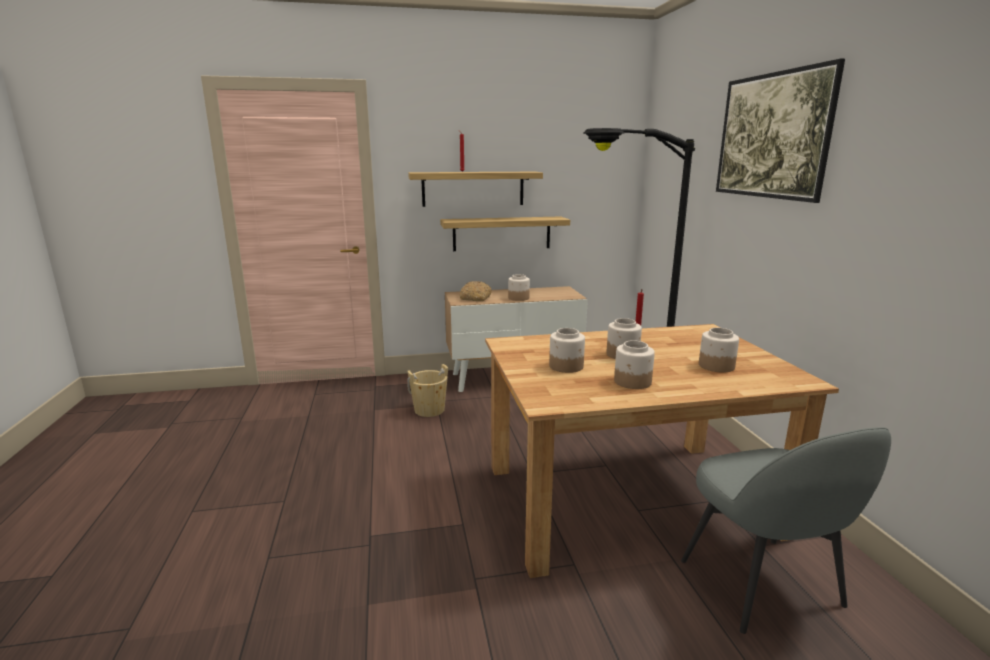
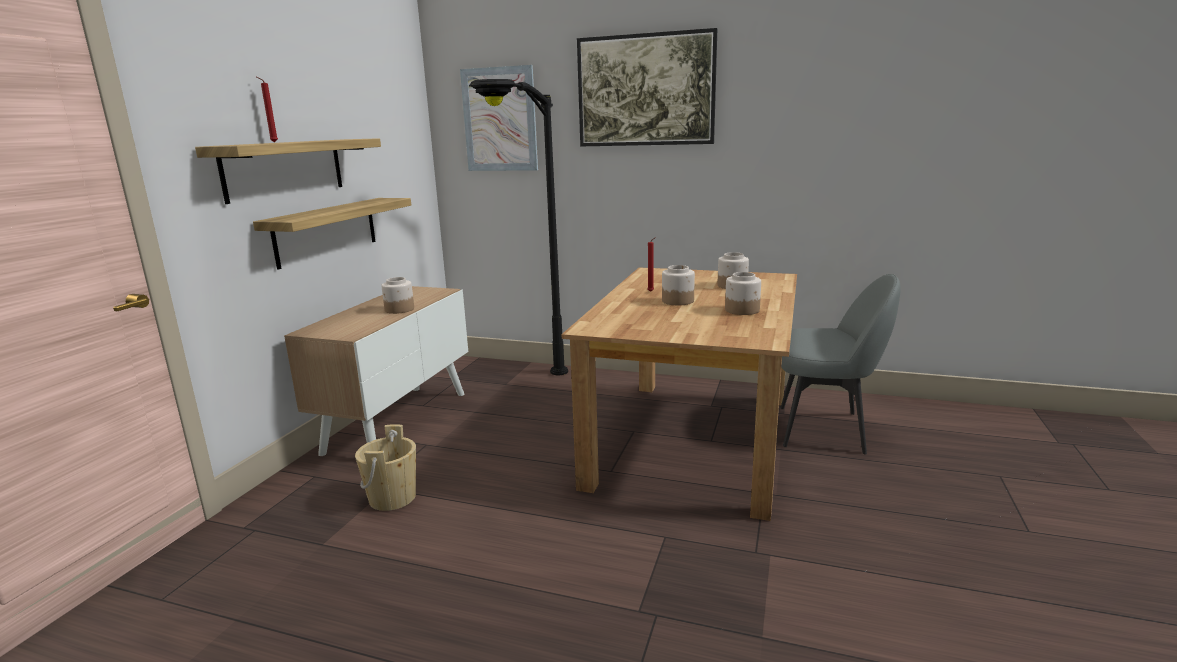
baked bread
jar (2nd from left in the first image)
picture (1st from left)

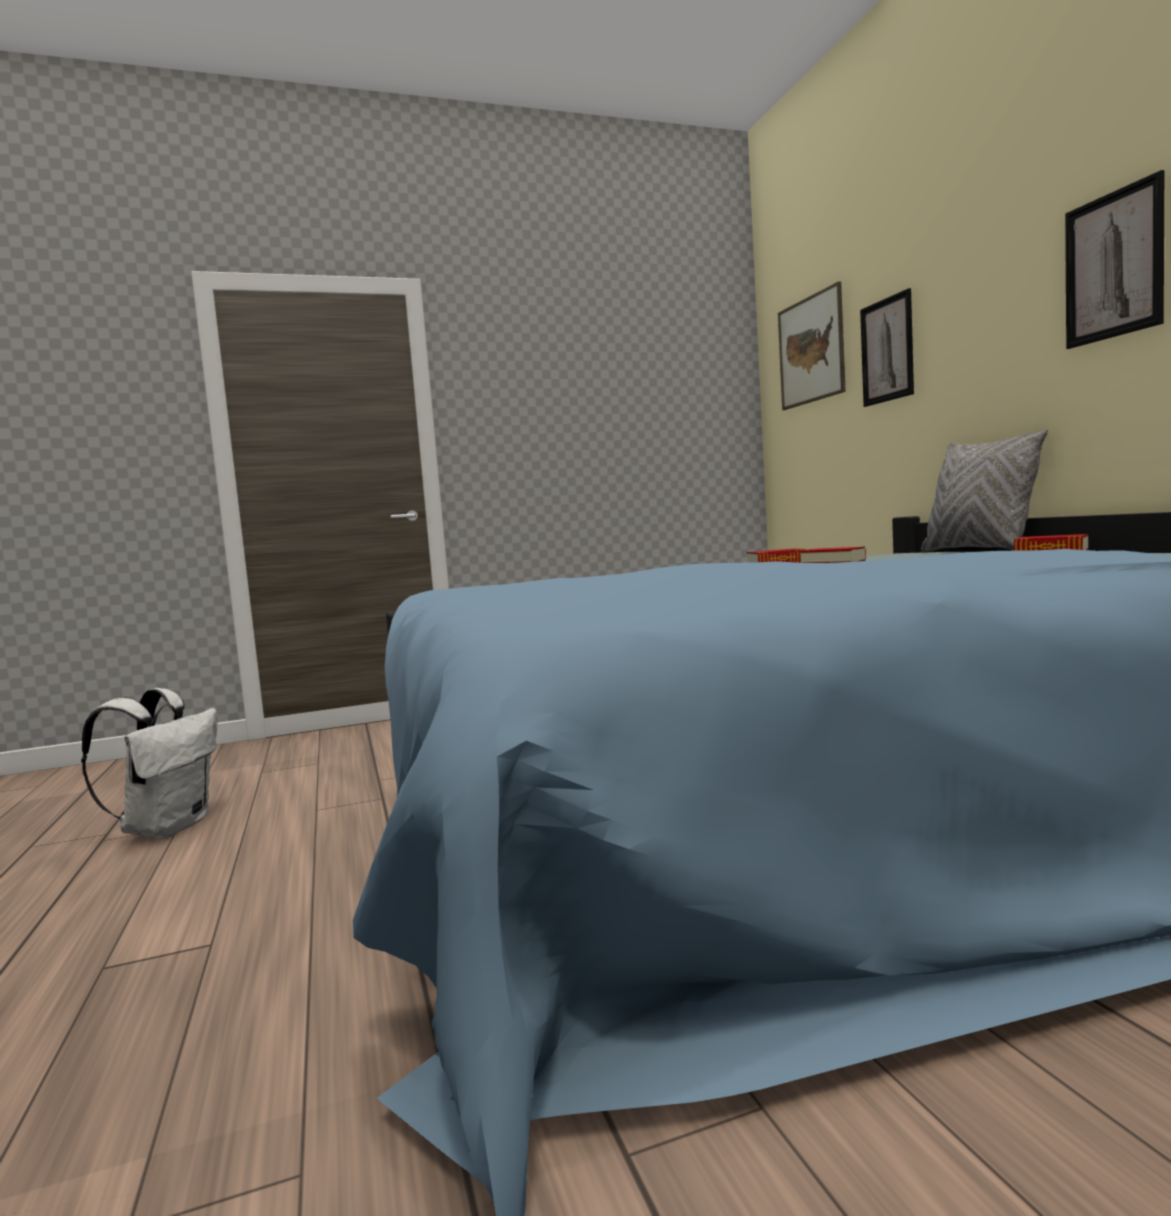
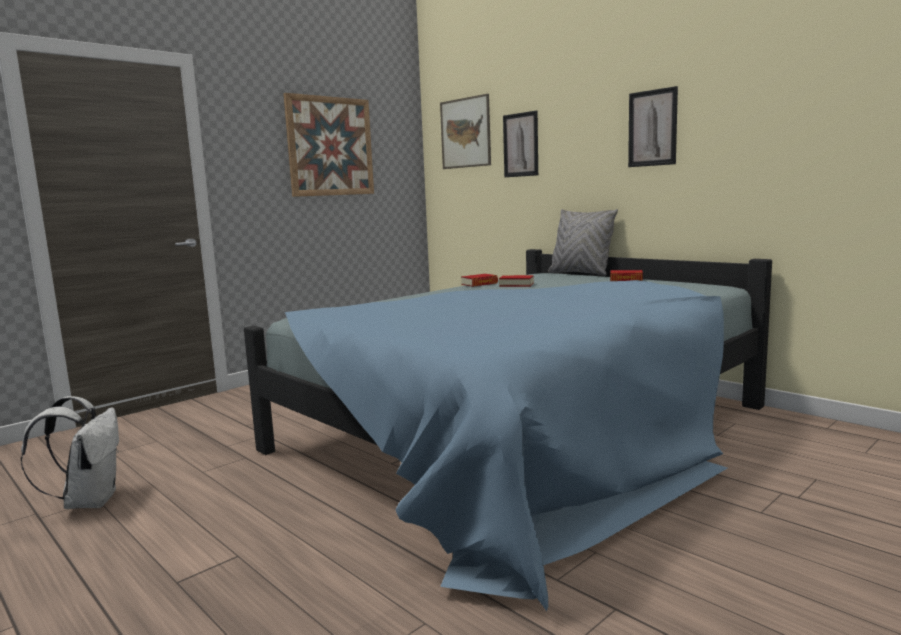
picture (1st from left)

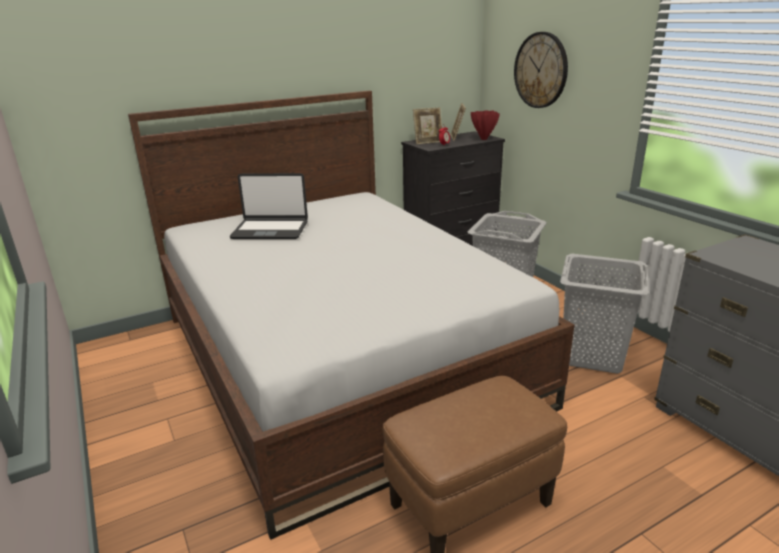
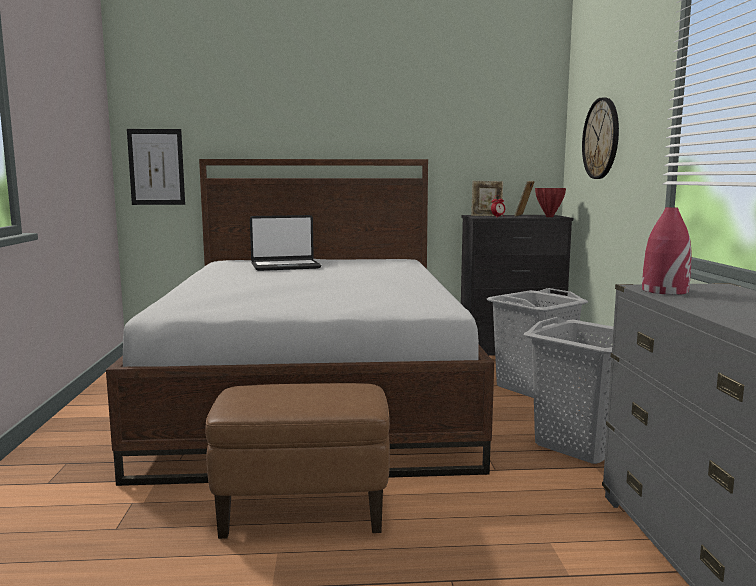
notebook computer
picture
vase in red-coloured (2nd from left)

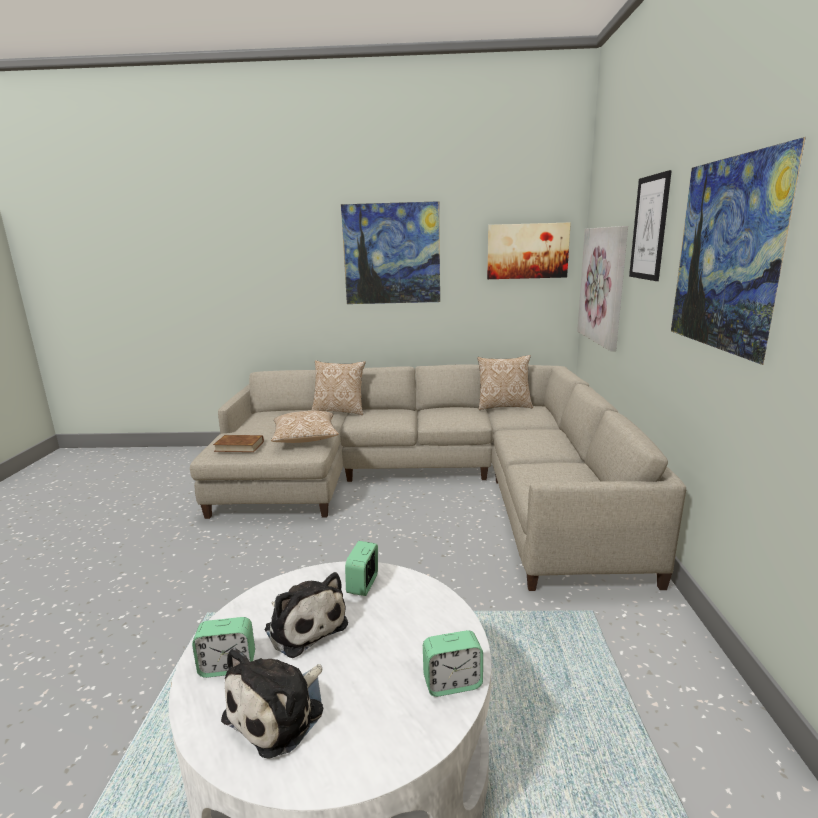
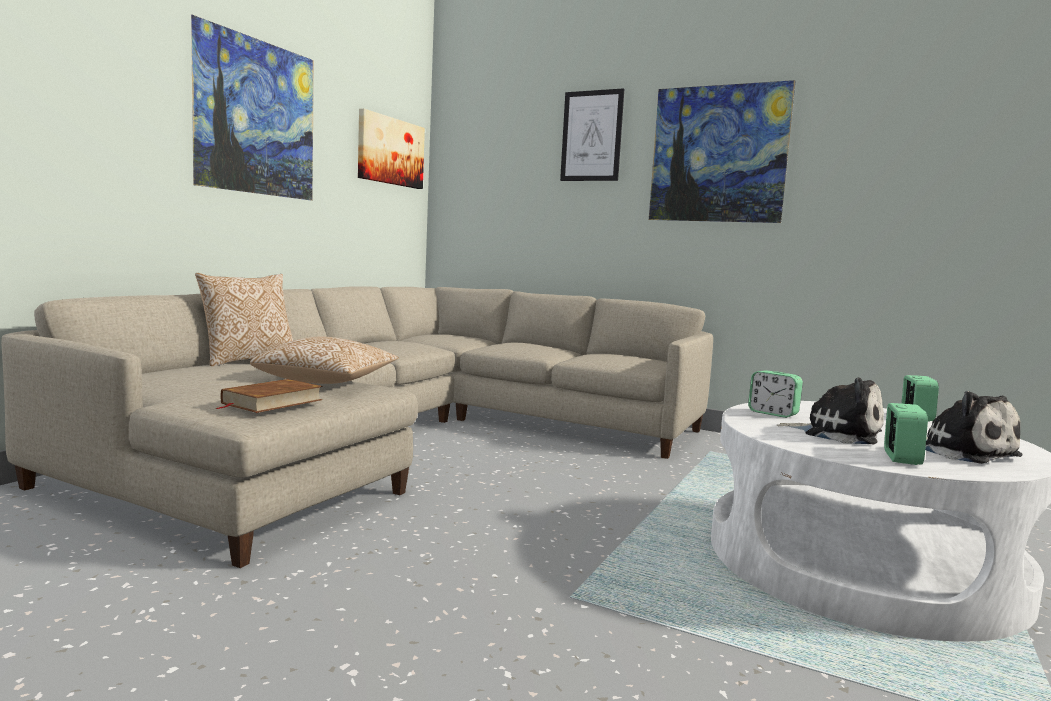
picture (3rd from left in the first image)
cushion (3rd from left in the first image)
soft toy (1st from left)

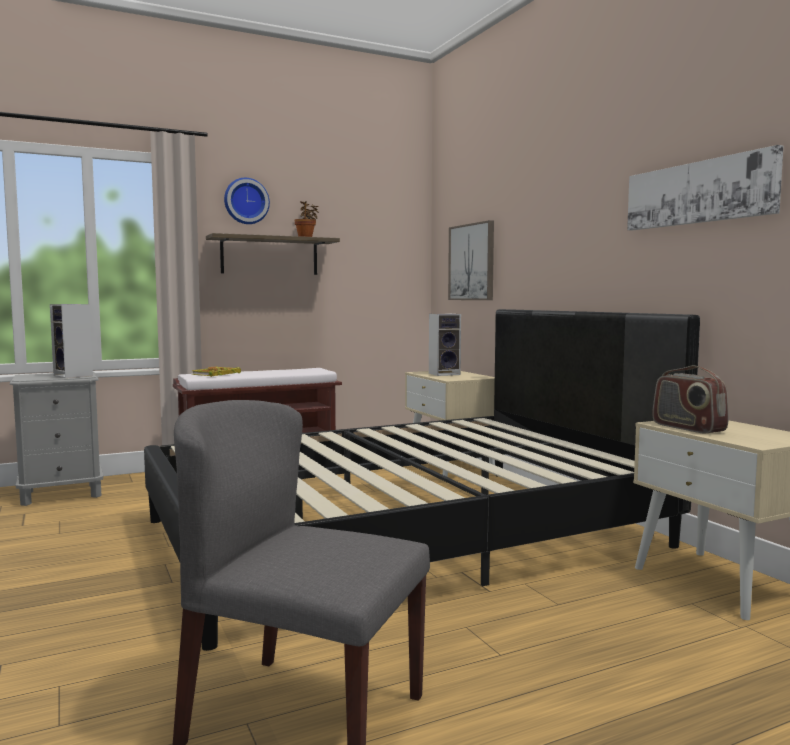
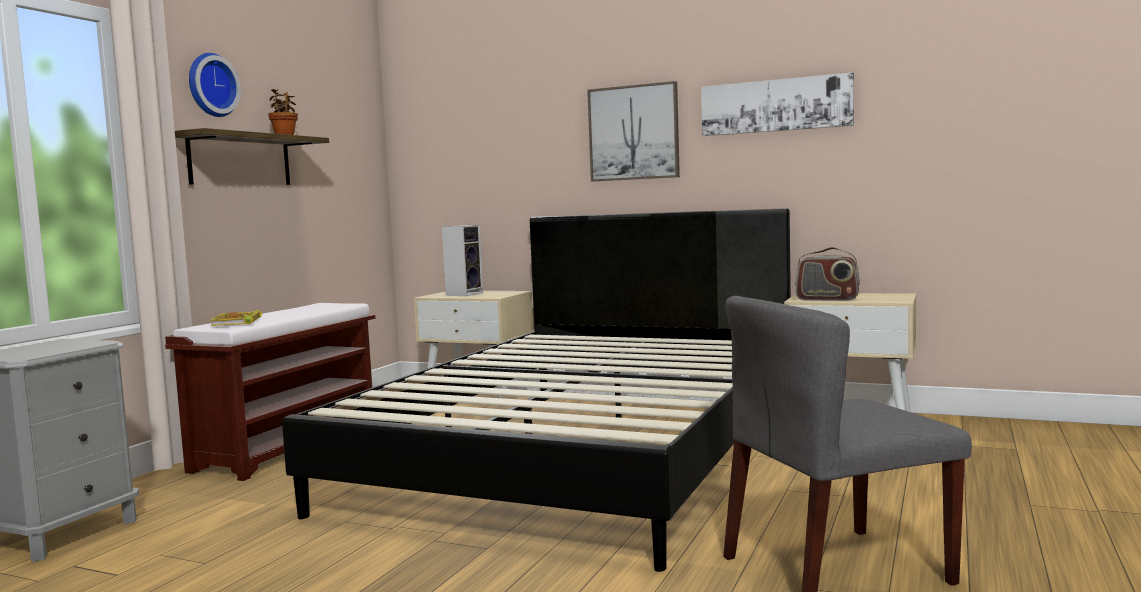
picture (1st from left)
speaker (1st from left in the first image)

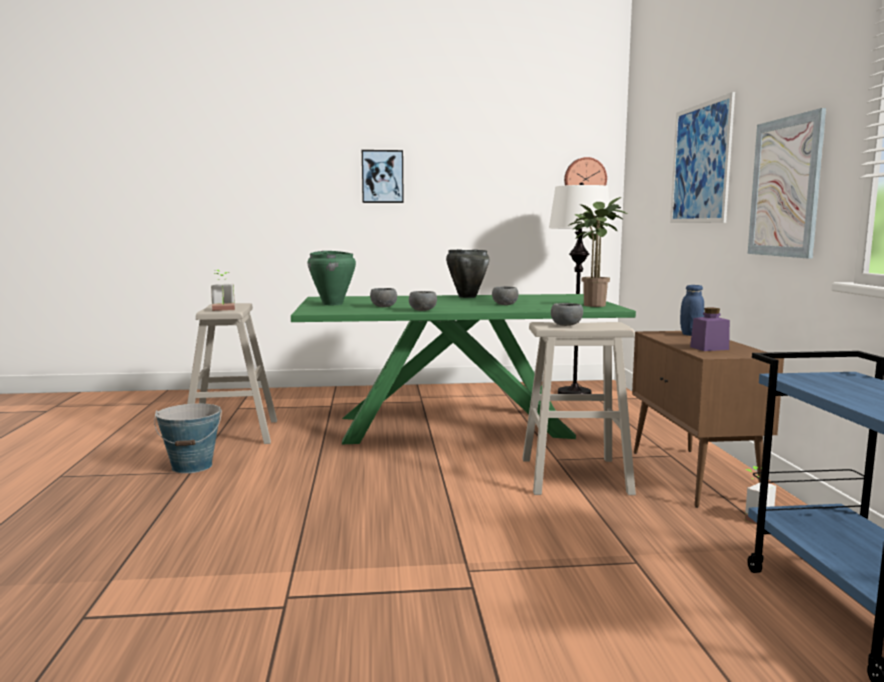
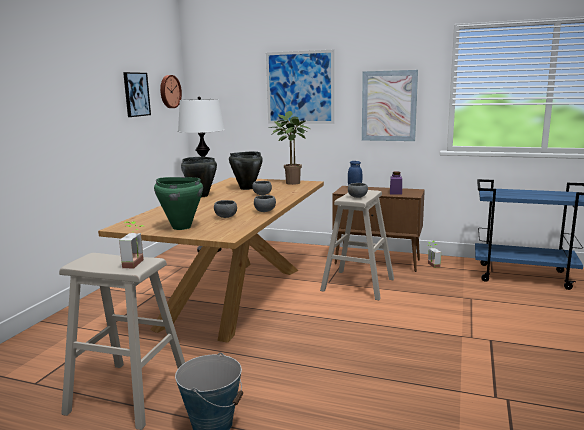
picture (1st from left)
dining table in brownish
stockpot in black (2nd from left)

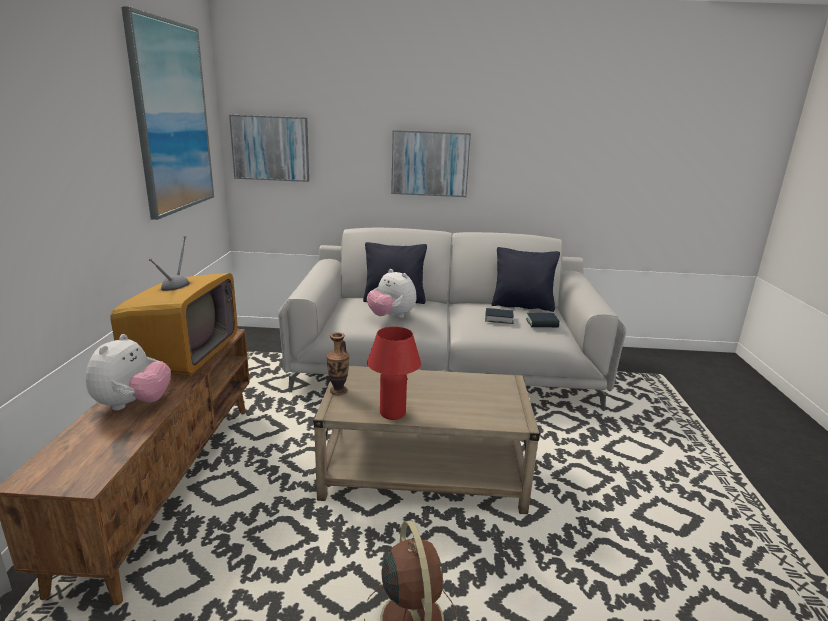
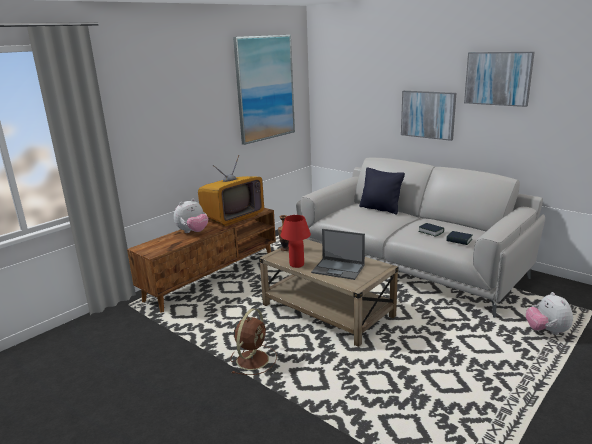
picture (3rd from left)
cushion in black (2nd from left in the first image)
soft toy (2nd from left)
notebook computer

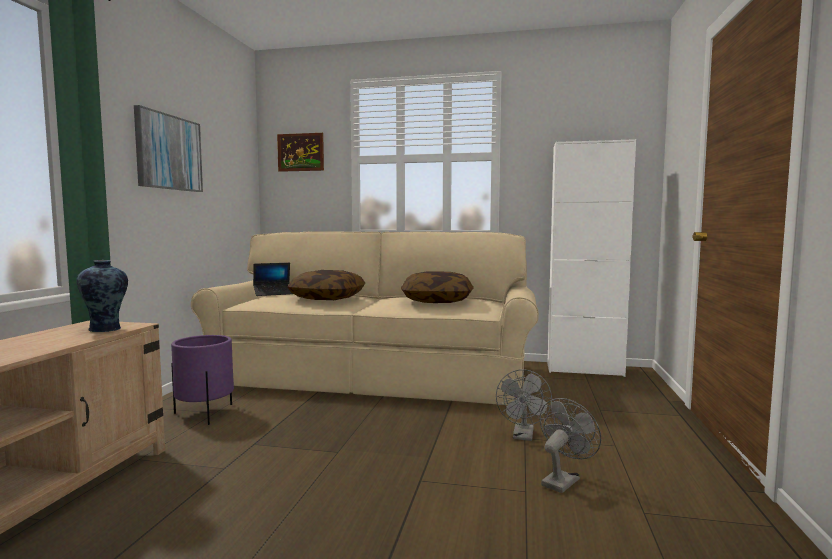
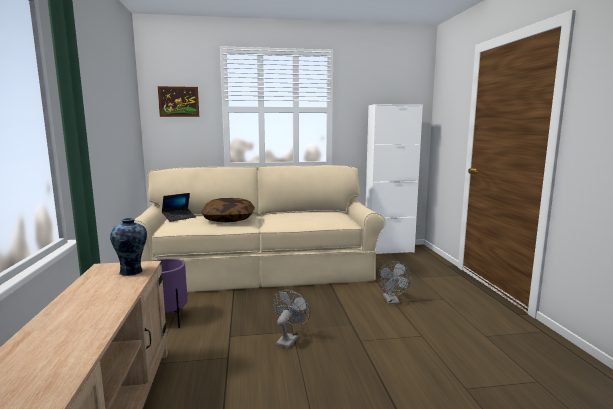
picture (1st from left in the first image)
cushion (2nd from left in the first image)
fan in greyish (1st from left)

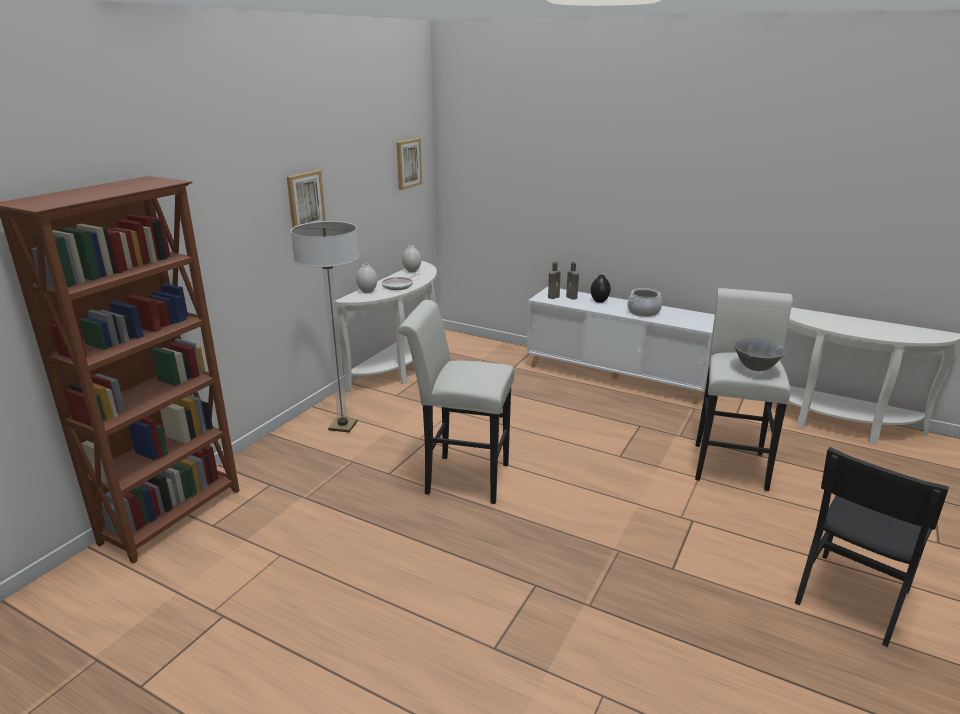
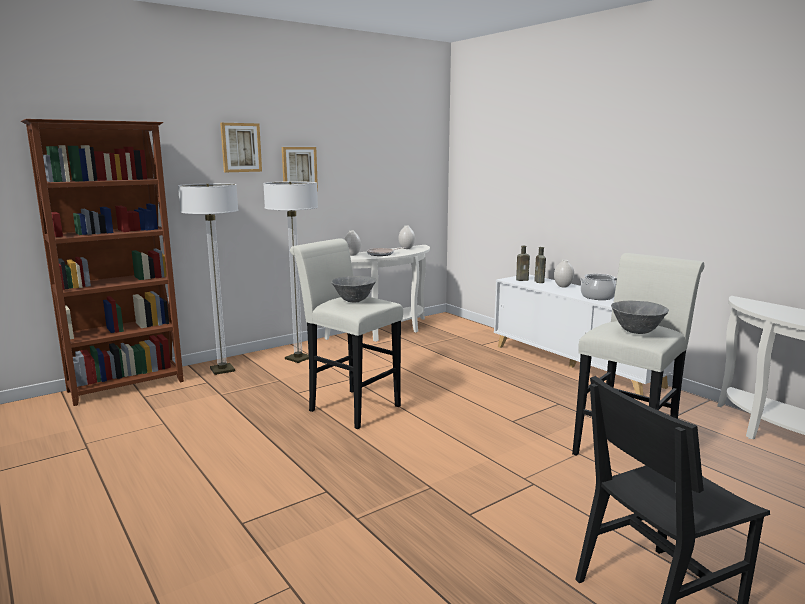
picture (1st from left)
vase in white-coloured (3rd from left)
standing lamp (1st from left)
bowl in greyish (1st from left)

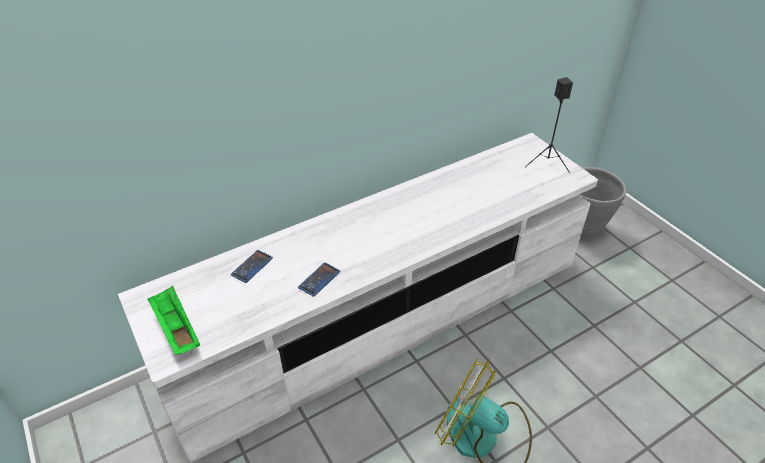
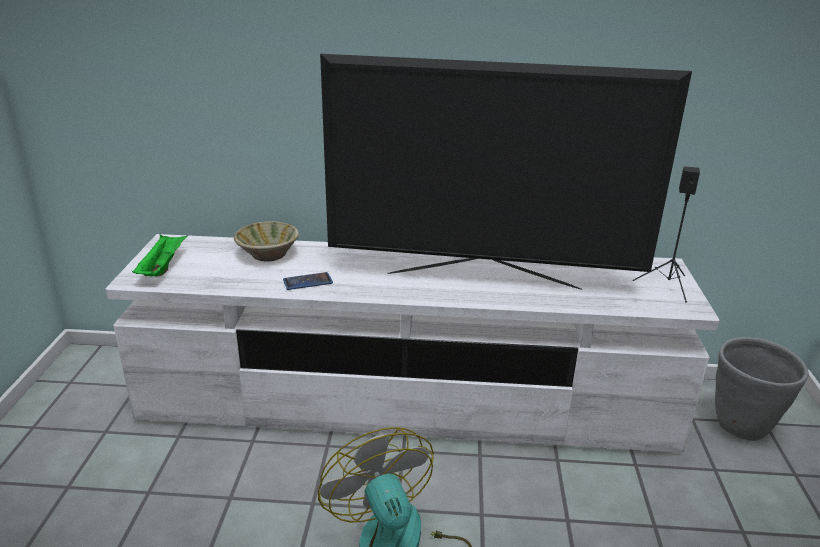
bowl in beige
TV

